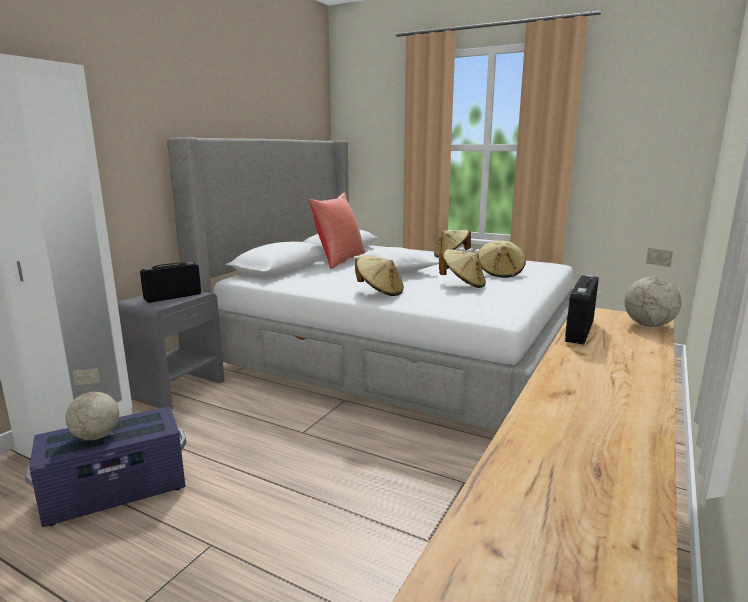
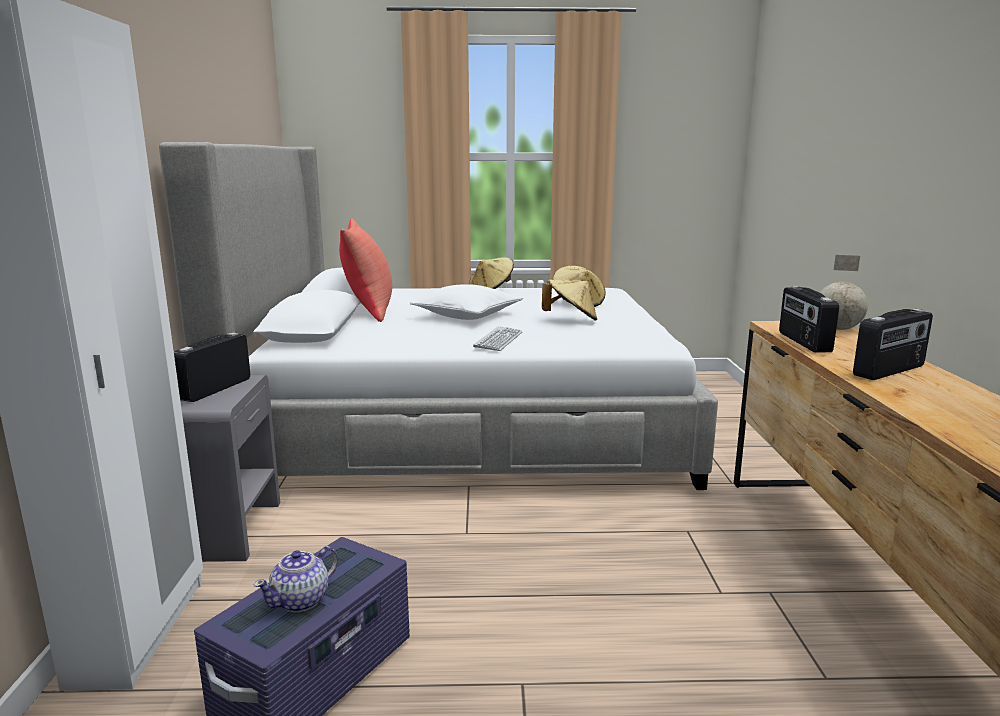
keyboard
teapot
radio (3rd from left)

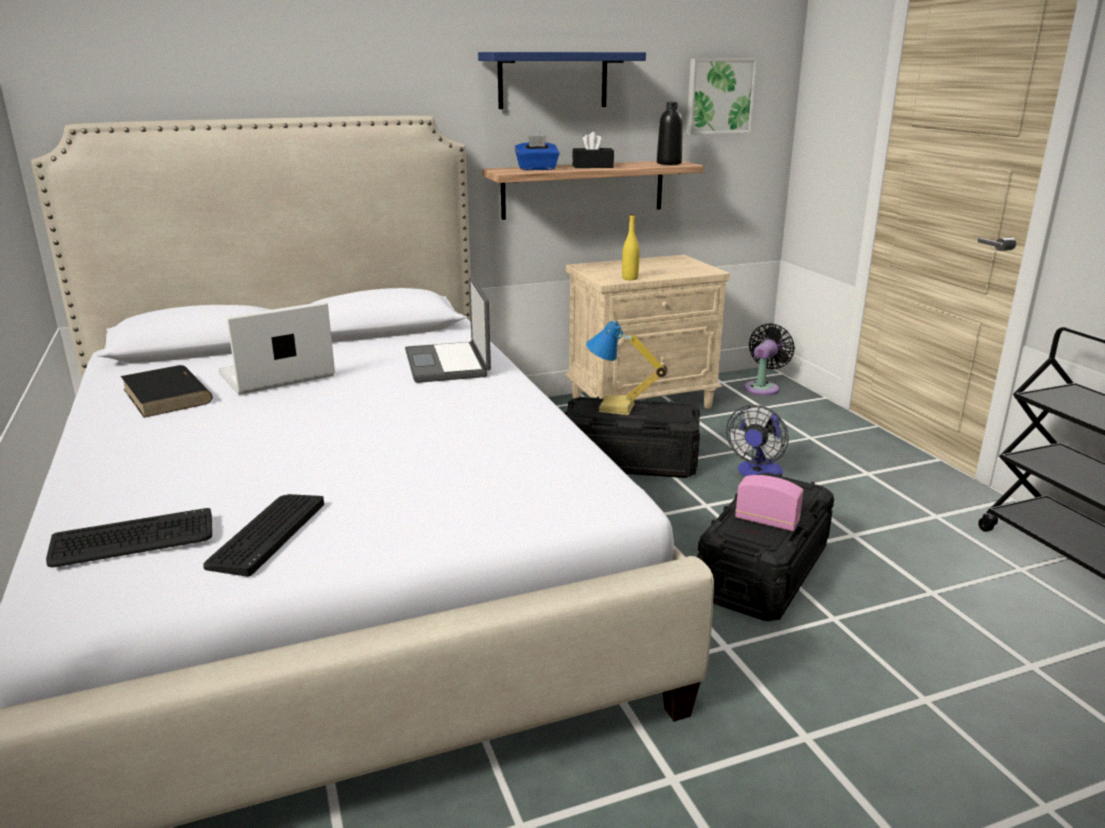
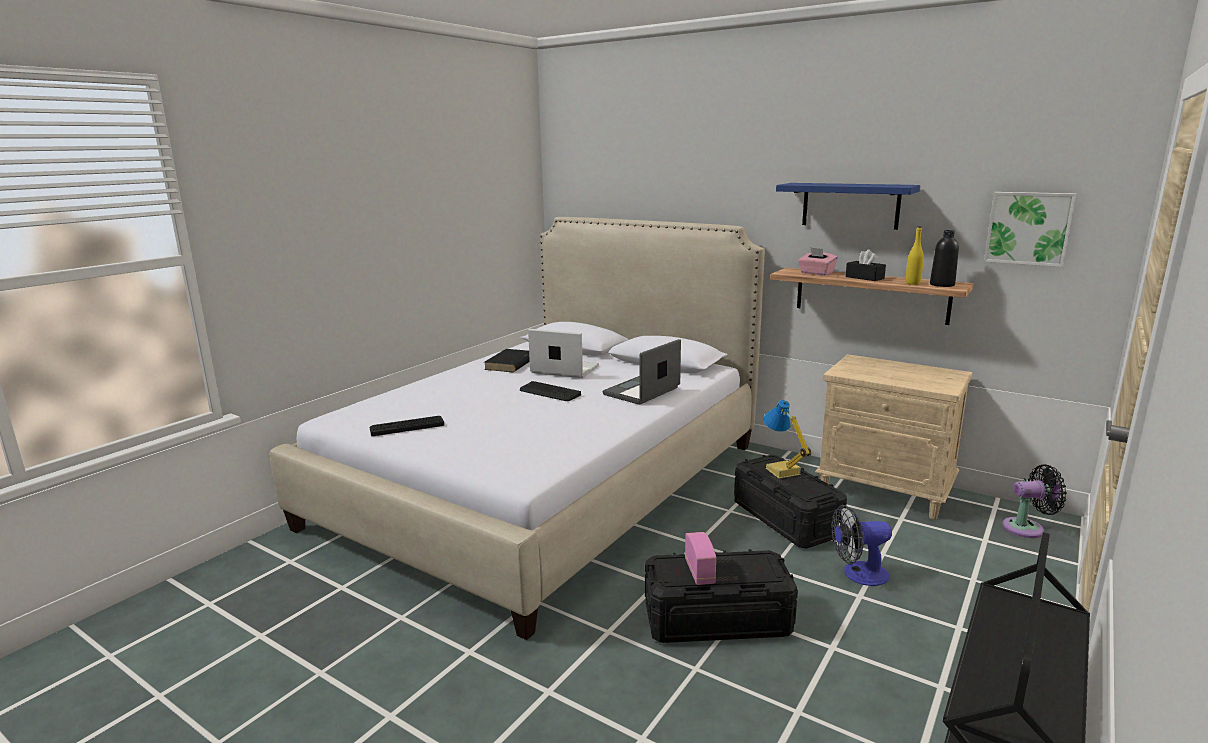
tissue box in pink-coloured
bottle in yellow-coloured
keyboard (2nd from left)

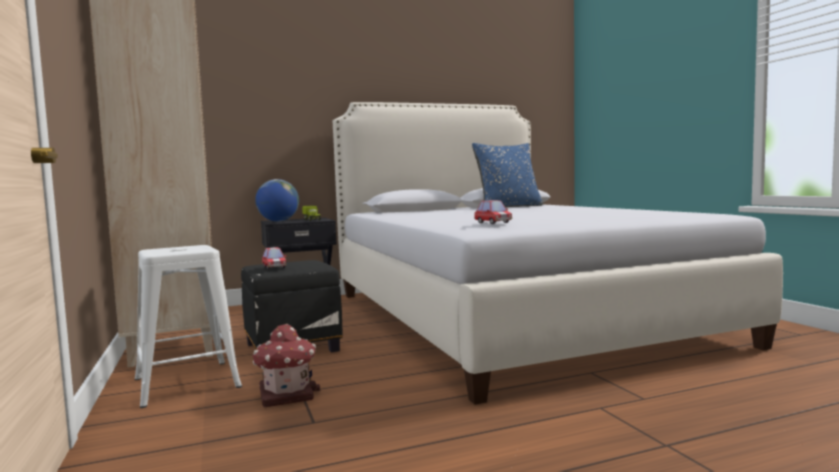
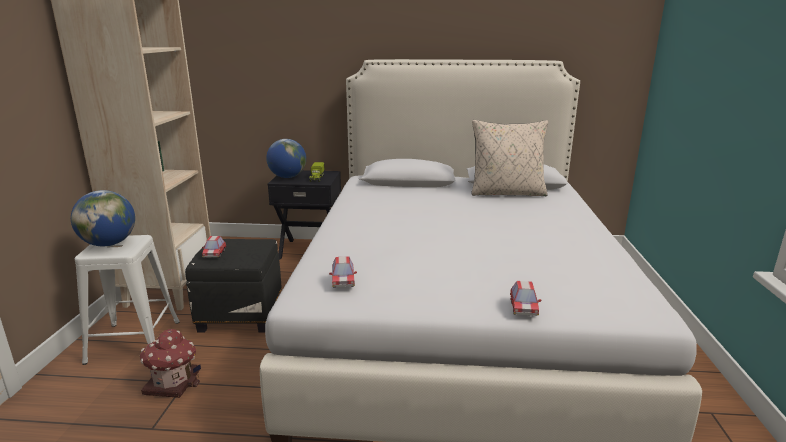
cushion in beige
world globe (1st from left)
toy car (3rd from left)

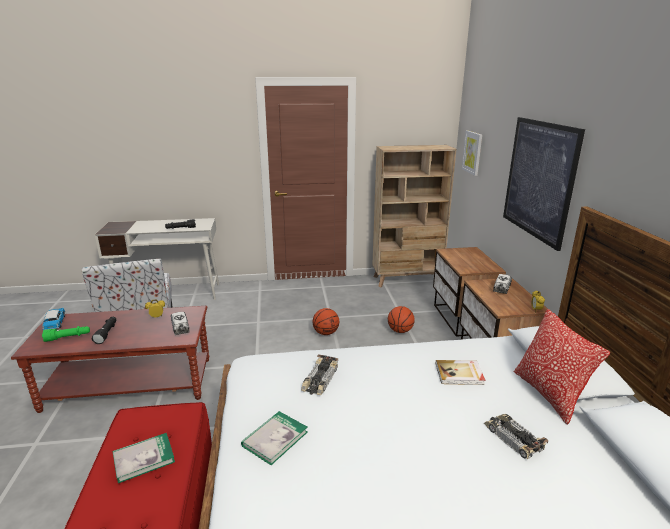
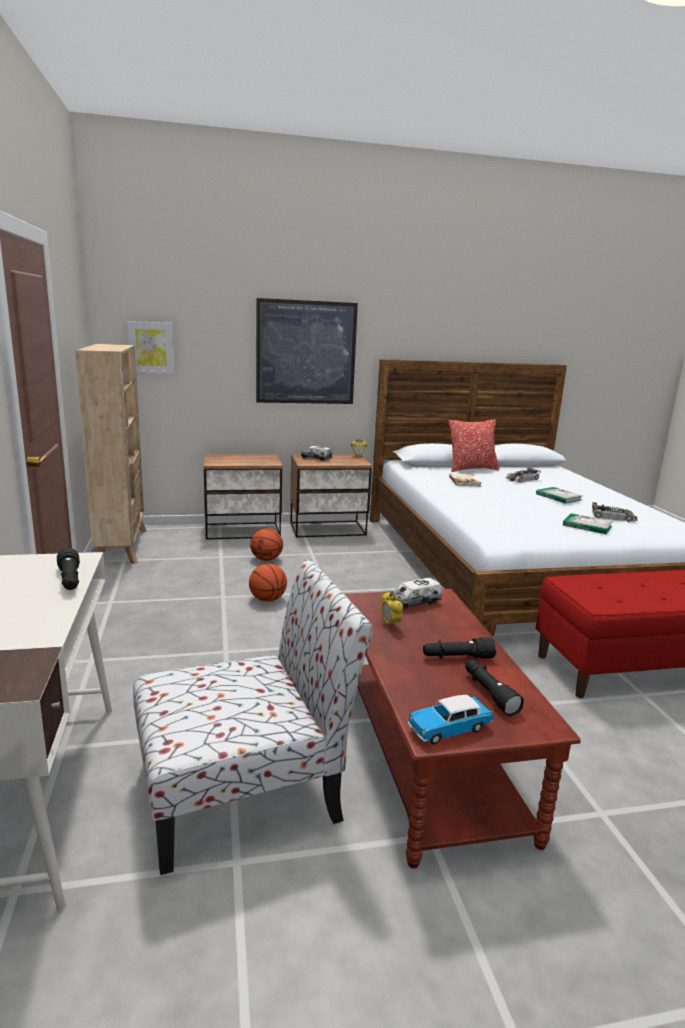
torch in black (3rd from left)
toy car (3rd from left)
bound book (2nd from left)

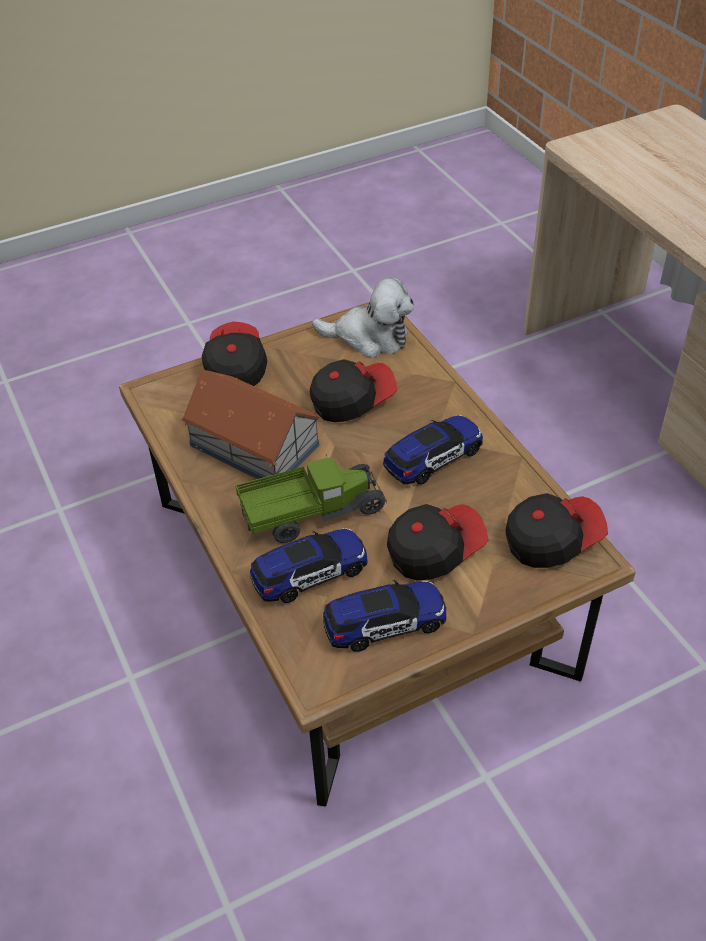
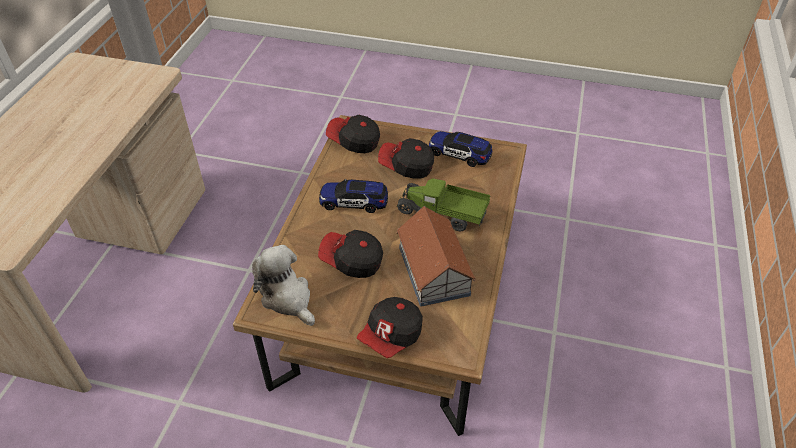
toy car (1st from left in the first image)

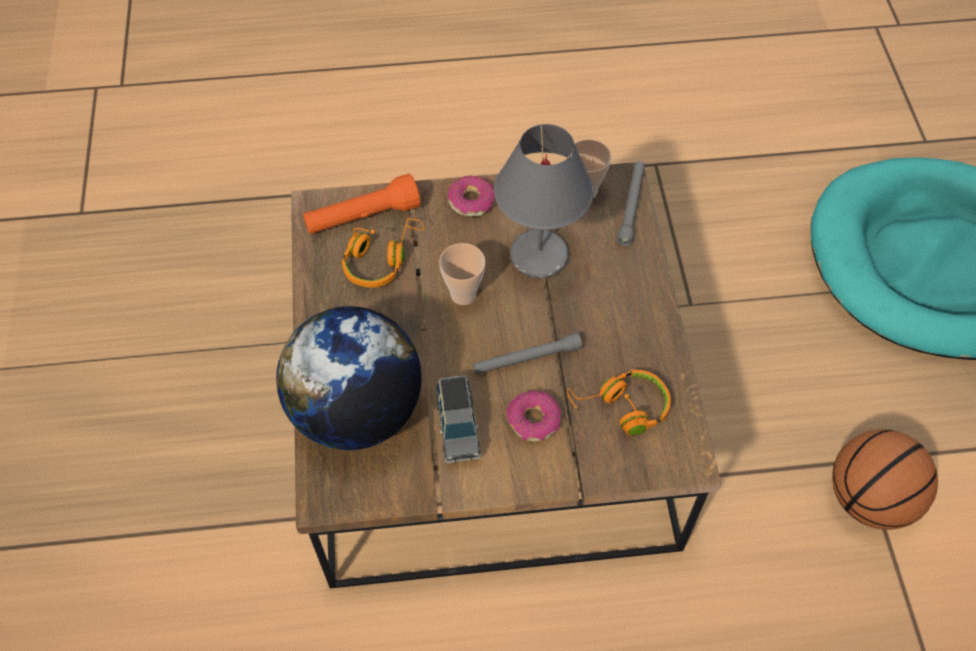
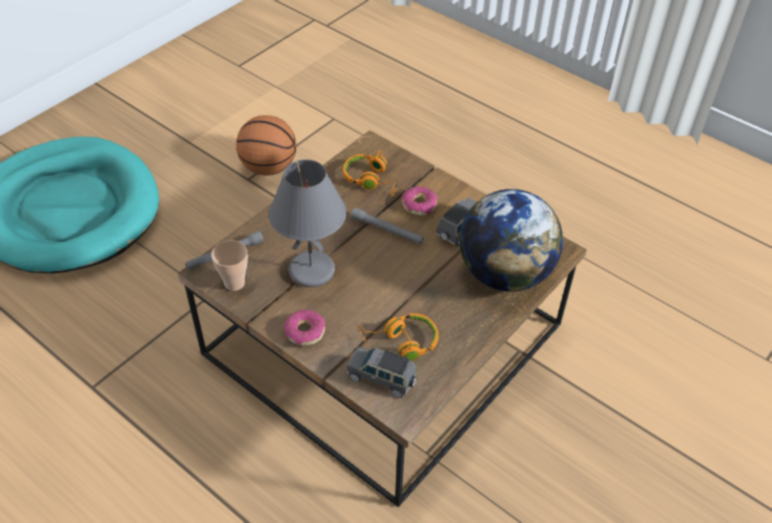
toy car in greyish (1st from left)
small cup (1st from left in the first image)

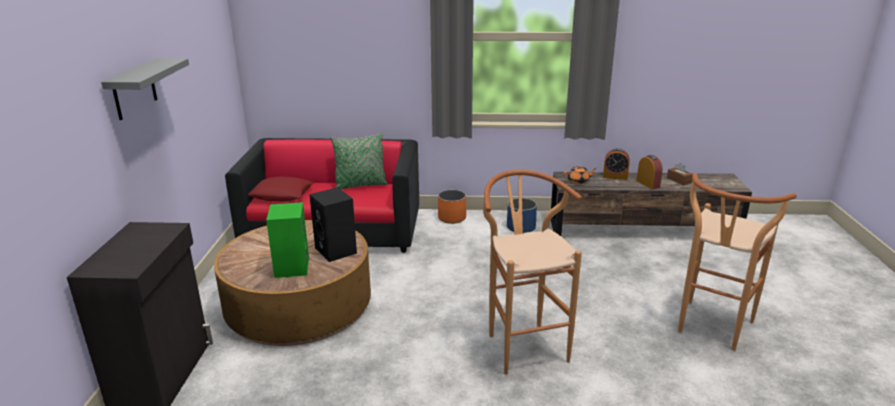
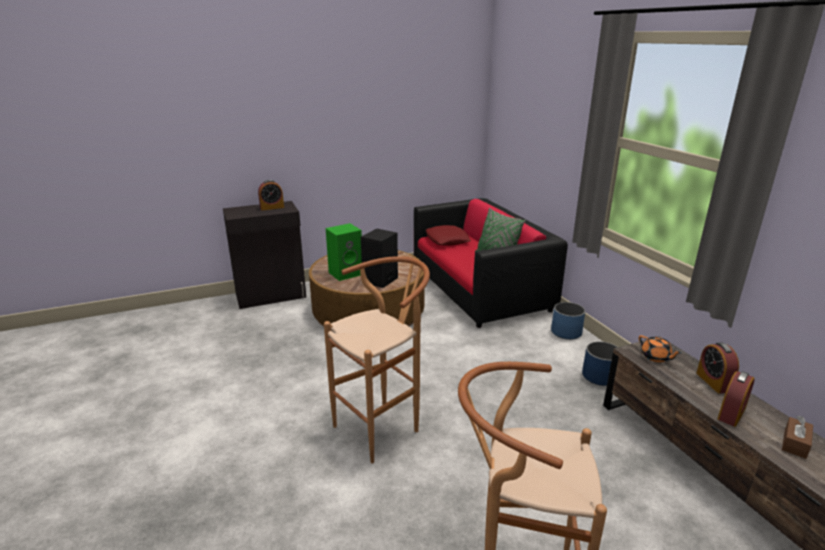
wall shelf in greyish
planter in blue-coloured (1st from left)
alarm clock (1st from left)

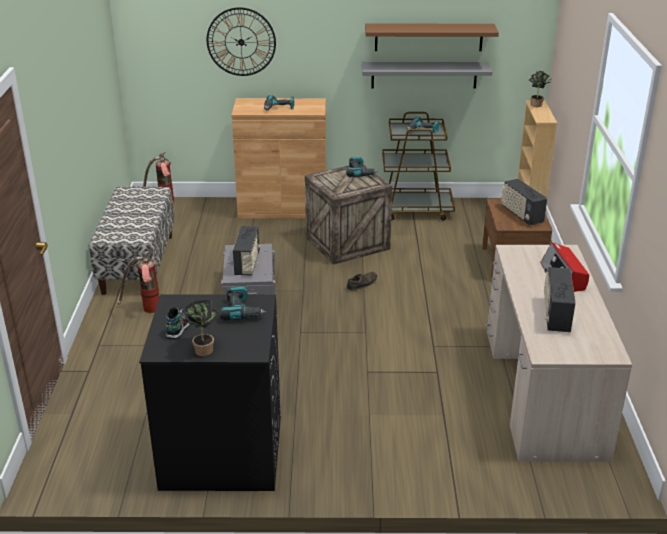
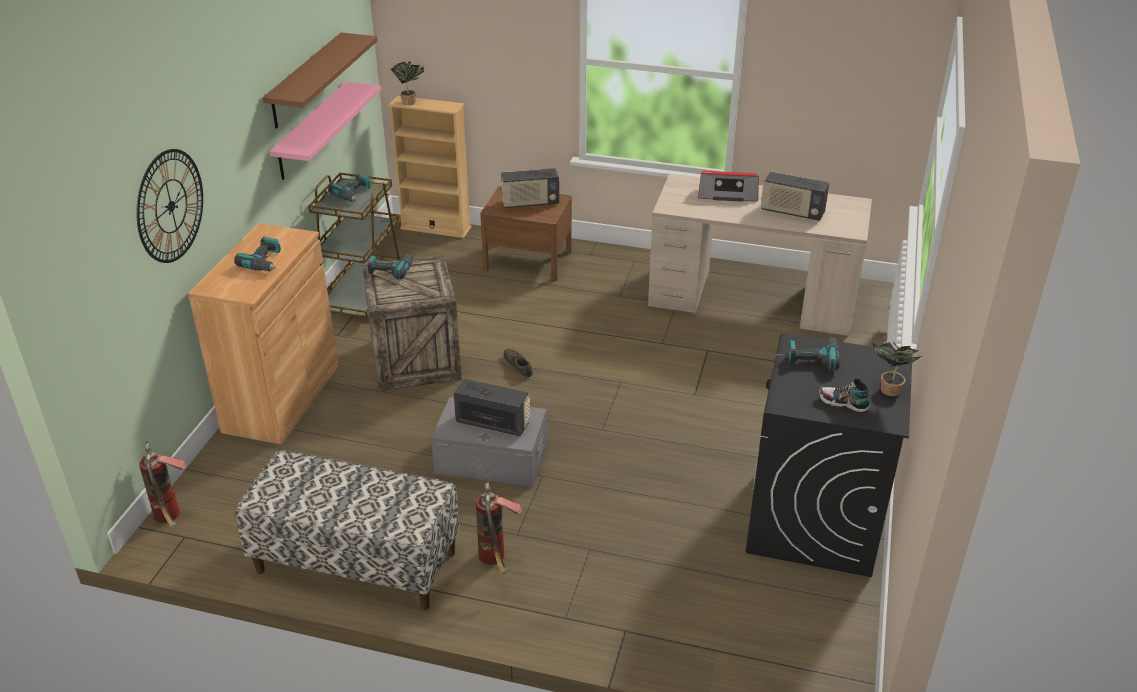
wall shelf in pink-coloured

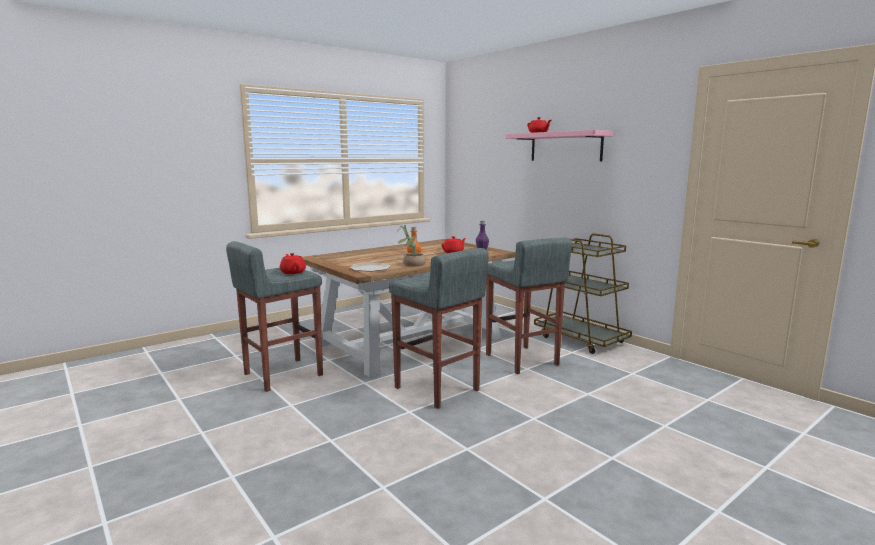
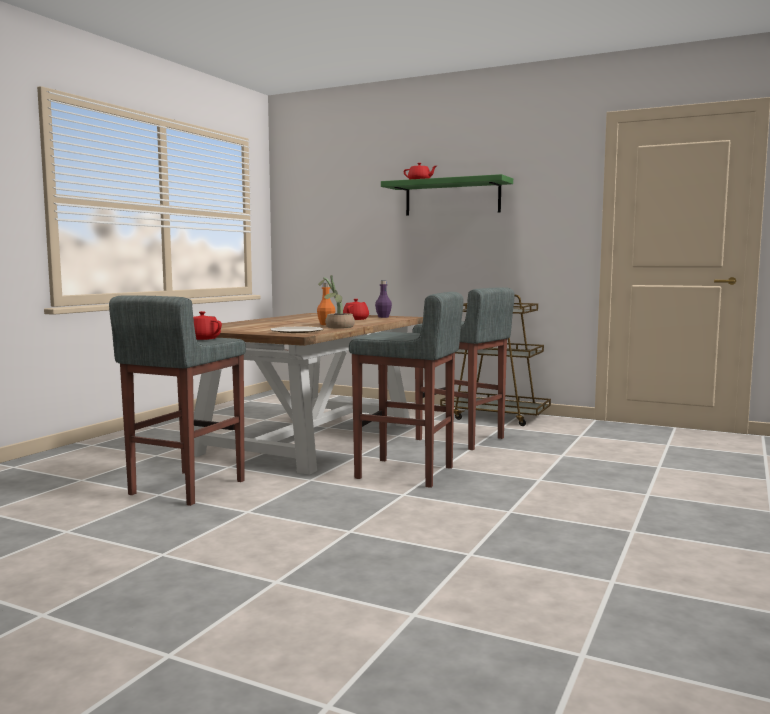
wall shelf in green-coloured

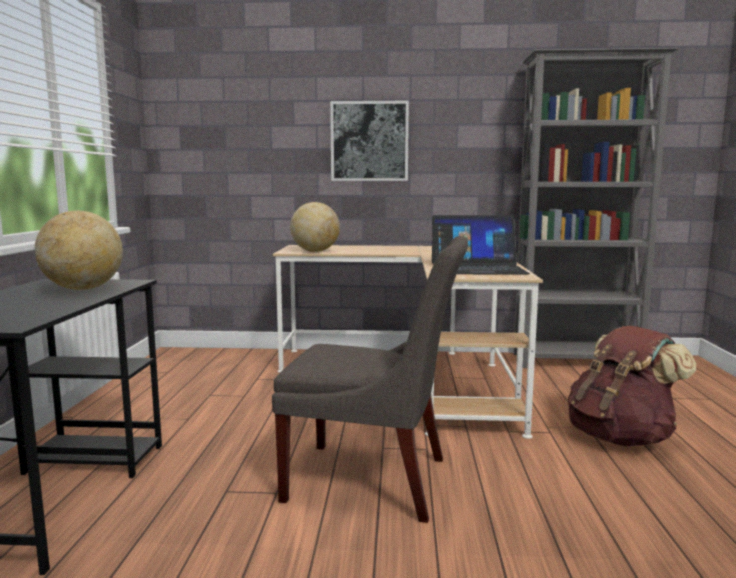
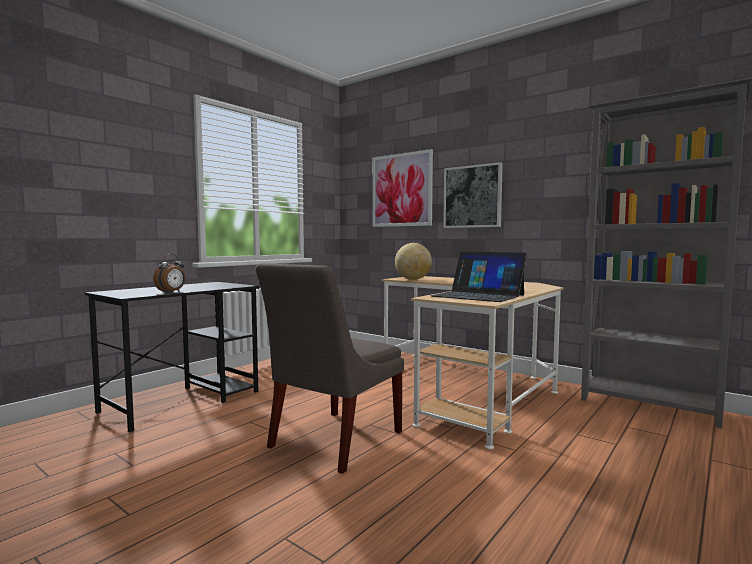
world globe (1st from left in the first image)
plain chair in greyish
rucksack in brownish
picture (1st from left)
alarm clock

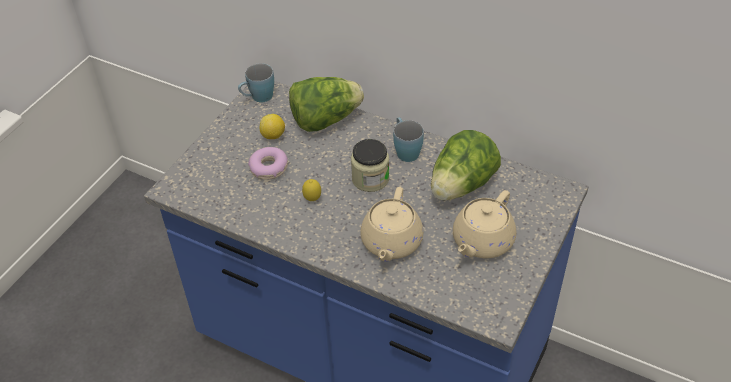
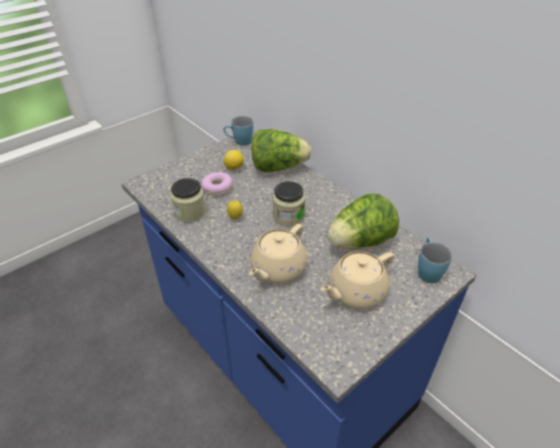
tea mug in blue-coloured (2nd from left)
jar (1st from left)

